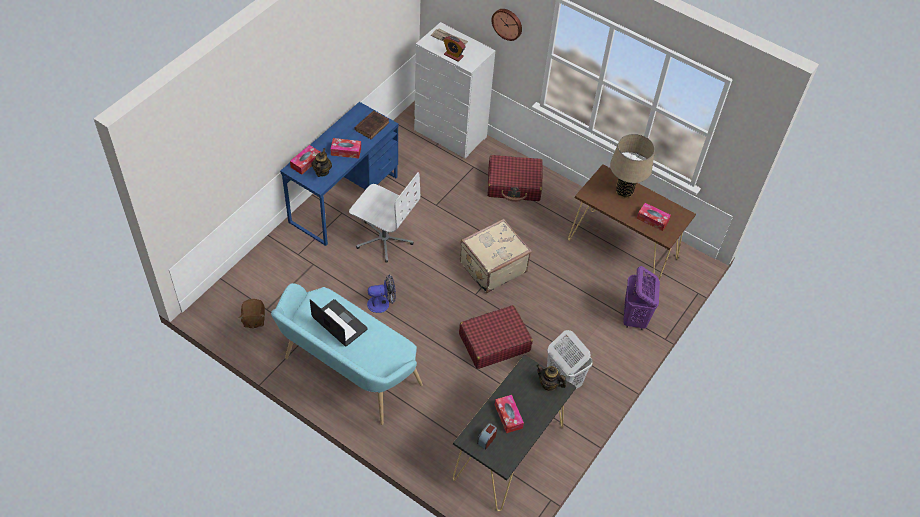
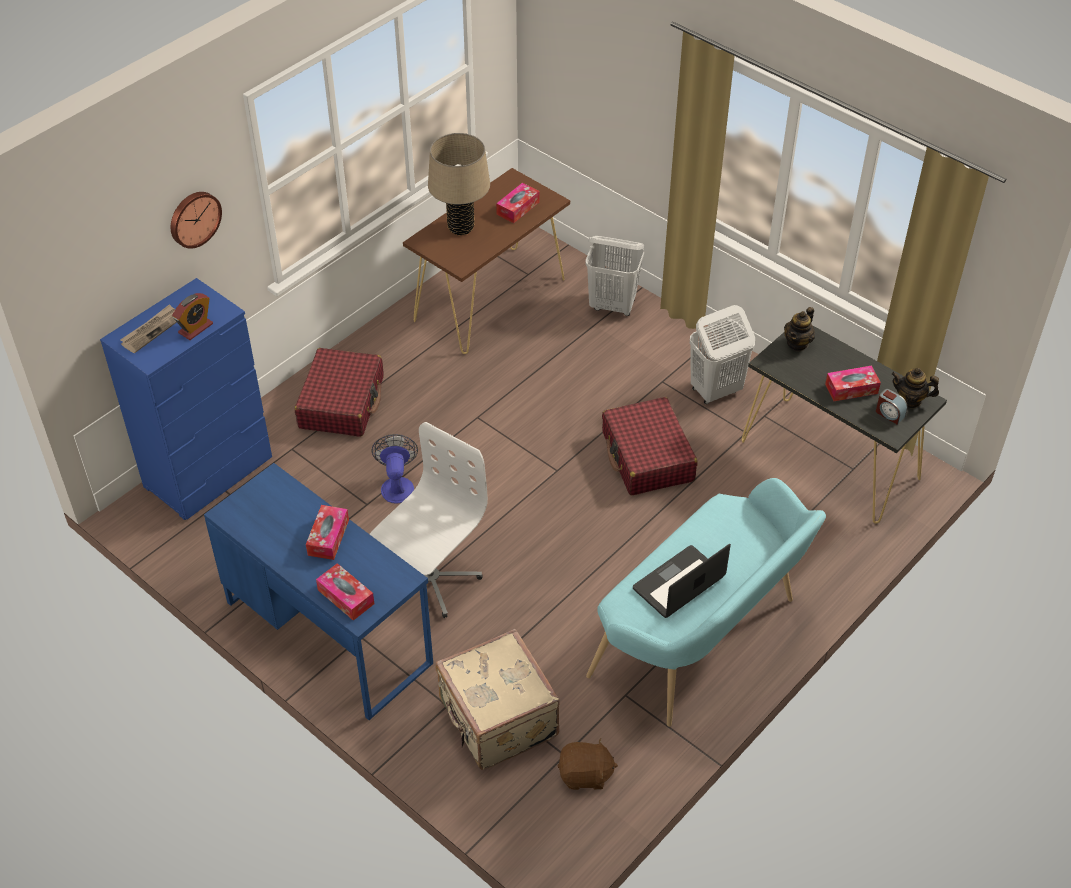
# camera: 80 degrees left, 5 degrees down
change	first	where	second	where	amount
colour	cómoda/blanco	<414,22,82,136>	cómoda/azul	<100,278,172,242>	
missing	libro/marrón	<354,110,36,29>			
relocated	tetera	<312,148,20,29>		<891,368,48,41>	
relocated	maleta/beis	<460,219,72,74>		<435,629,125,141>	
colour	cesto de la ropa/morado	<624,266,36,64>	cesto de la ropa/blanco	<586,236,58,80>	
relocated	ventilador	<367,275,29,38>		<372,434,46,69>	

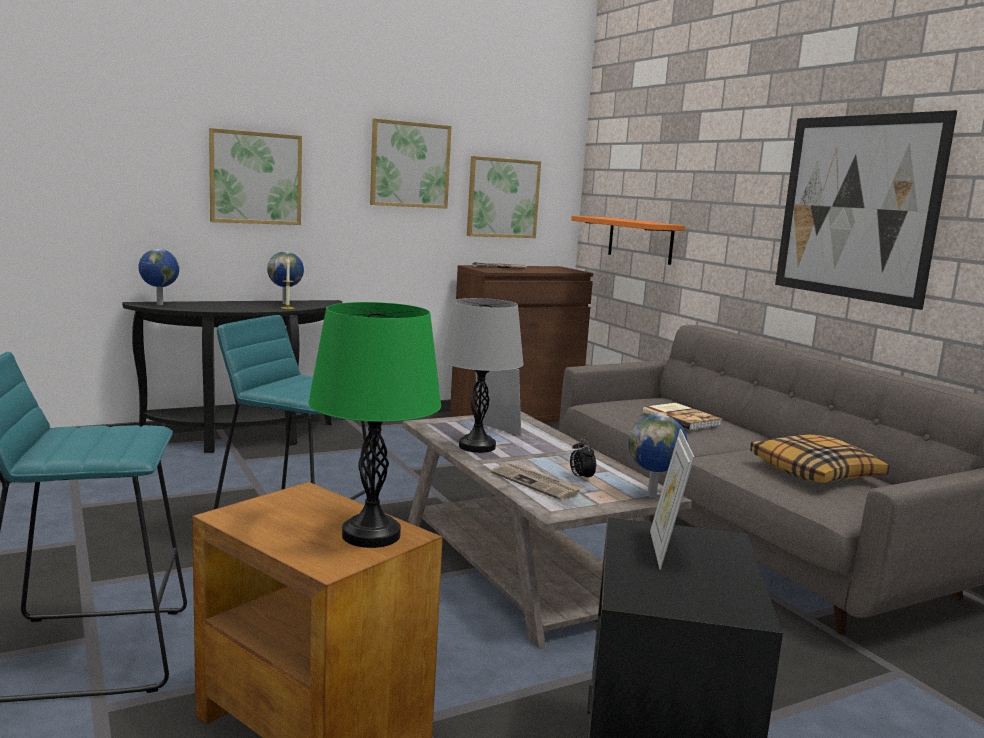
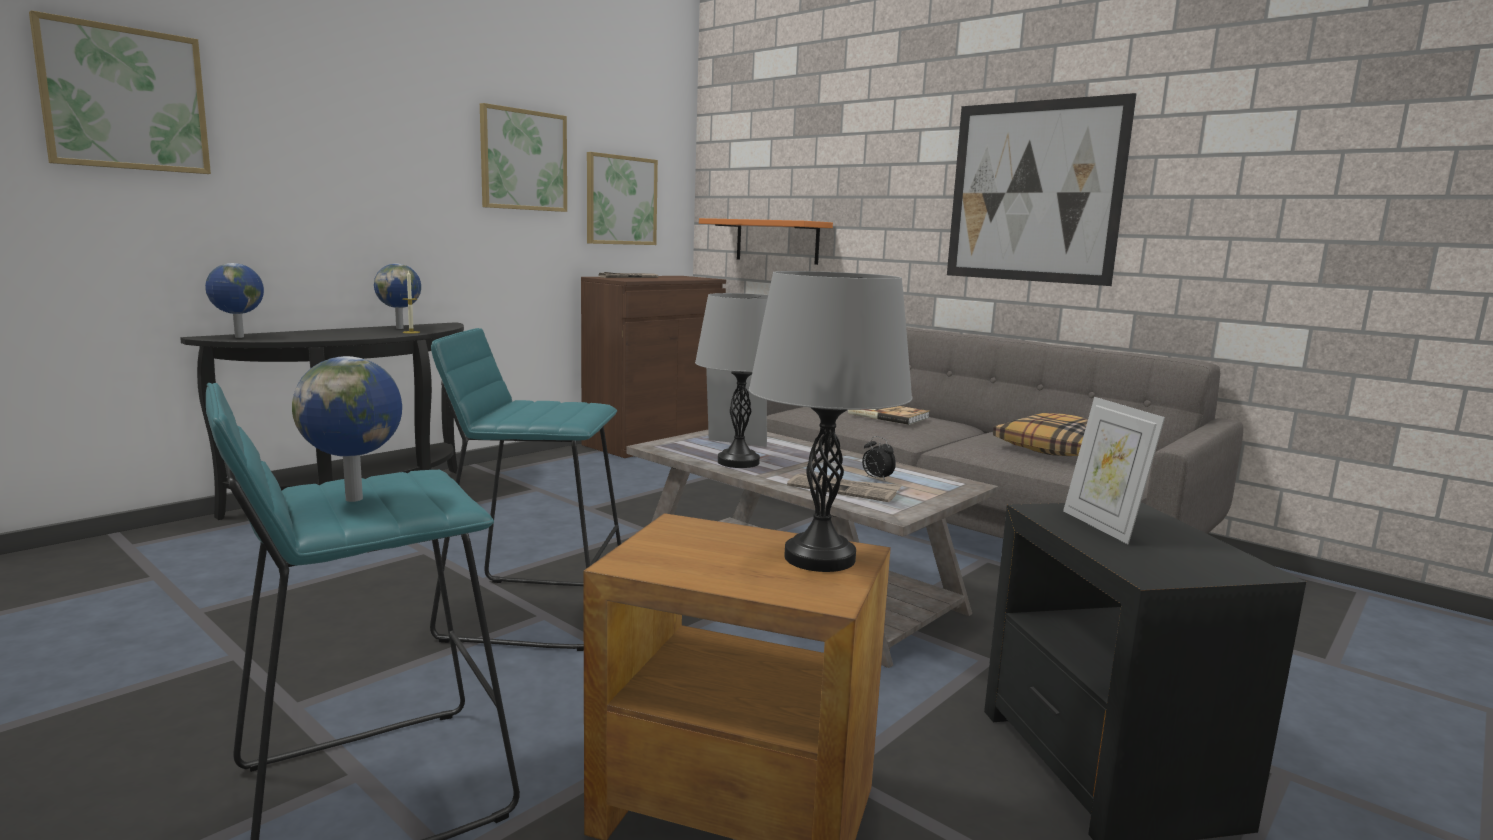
# camera: 20 degrees left, 0 degrees up
change	first	where	second	where	amount
relocated	cuadro	<209,128,93,97>		<29,10,182,164>	
colour	lámpara de mesa/verde	<308,302,133,246>	lámpara de mesa/gris	<749,271,163,301>	
relocated	globo terráqueo	<628,414,59,84>		<292,356,110,146>	

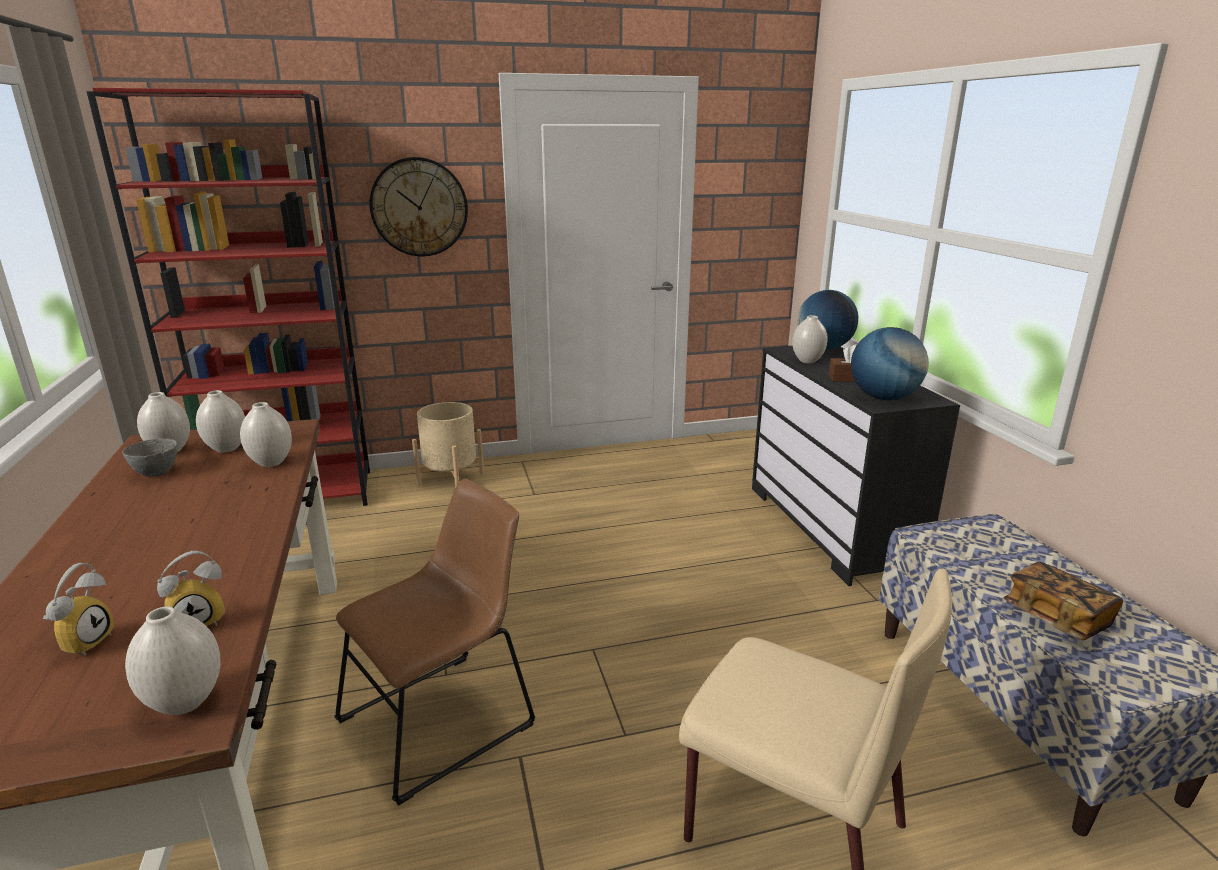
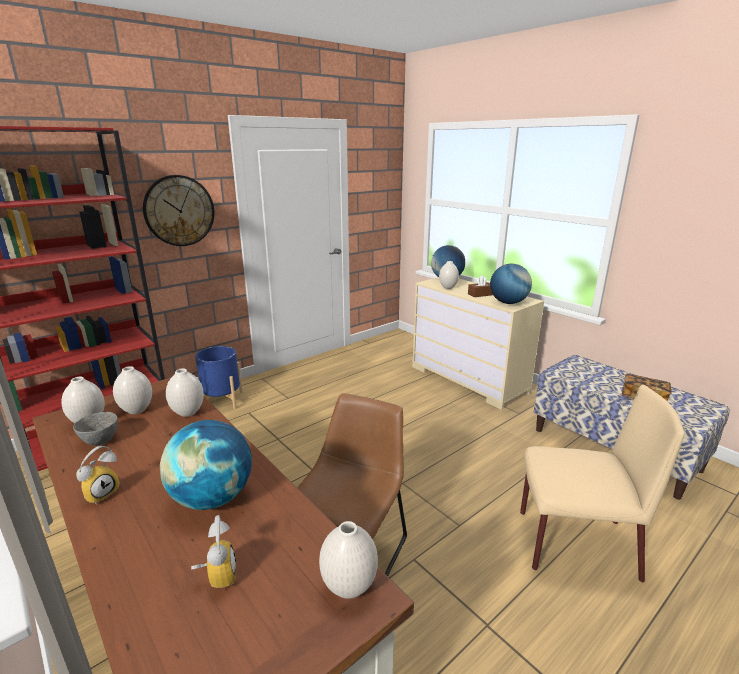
# camera: 25 degrees left, 0 degrees up
change	first	where	second	where	amount
colour	cómoda/negro	<752,346,208,240>	cómoda/beis	<413,277,131,133>	
colour	maceta/beis	<412,402,72,87>	maceta/azul	<195,346,48,63>	
relocated	despertador	<157,551,68,75>		<76,446,44,59>	
appeared			globo terráqueo	<160,420,92,90>	

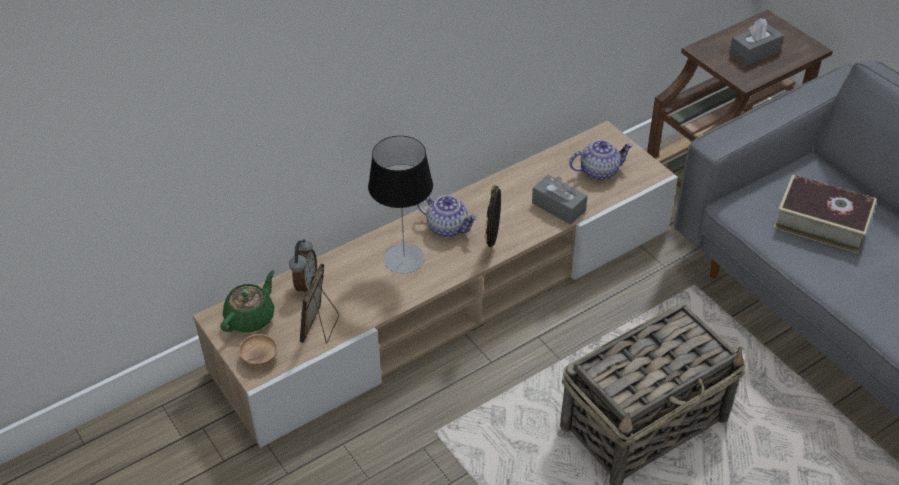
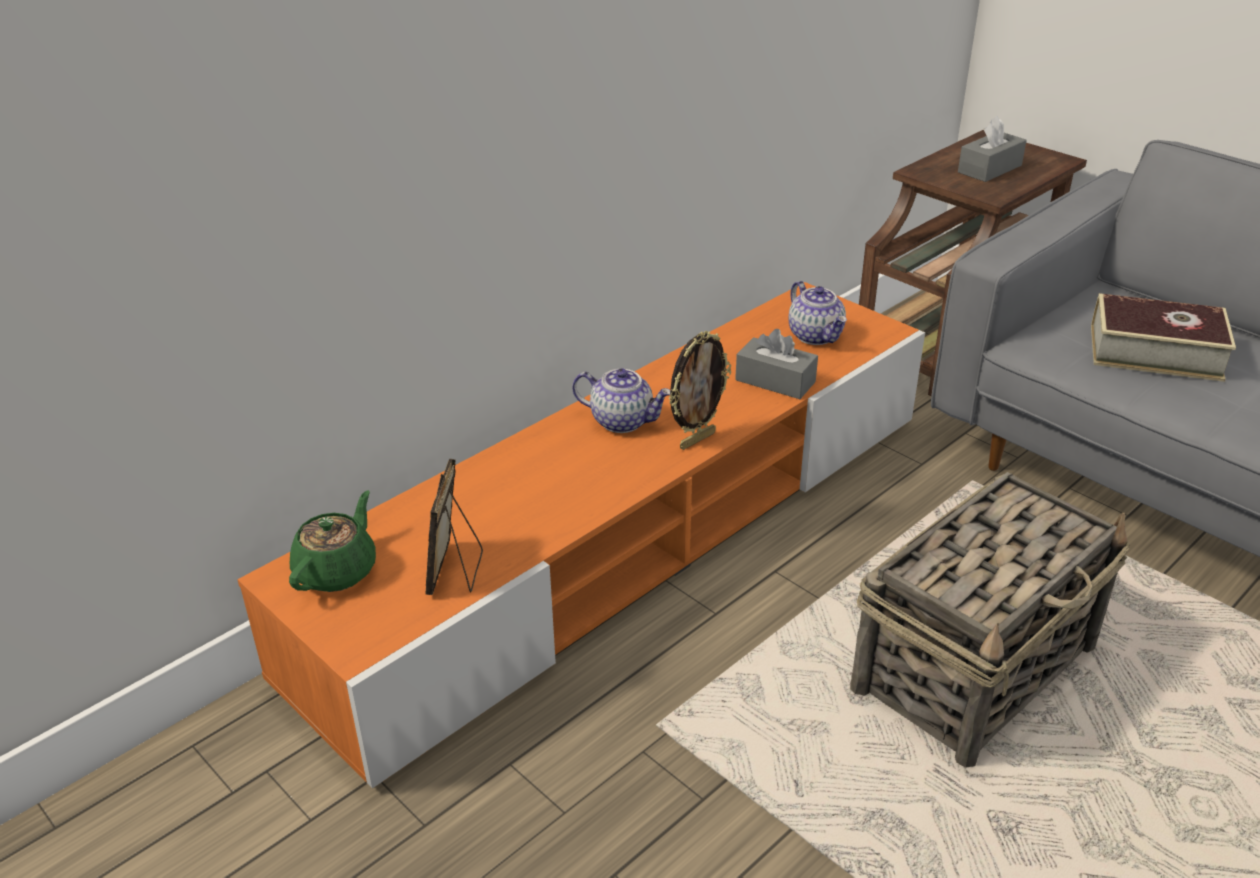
# camera: 10 degrees left, 10 degrees down
change	first	where	second	where	amount
colour	mueble de televisión/beis	<193,121,485,327>	mueble de televisión/naranja	<237,282,688,507>	
missing	lámpara de mesa	<368,136,65,138>			
spun	tetera	<569,140,64,40>		<788,281,59,64>	90 degrees clockwise
spun	portarretratos	<484,184,17,75>		<669,331,62,119>	135 degrees counterclockwise
missing	despertador	<289,239,28,56>			
missing	cuenco/marrón	<238,334,40,32>			

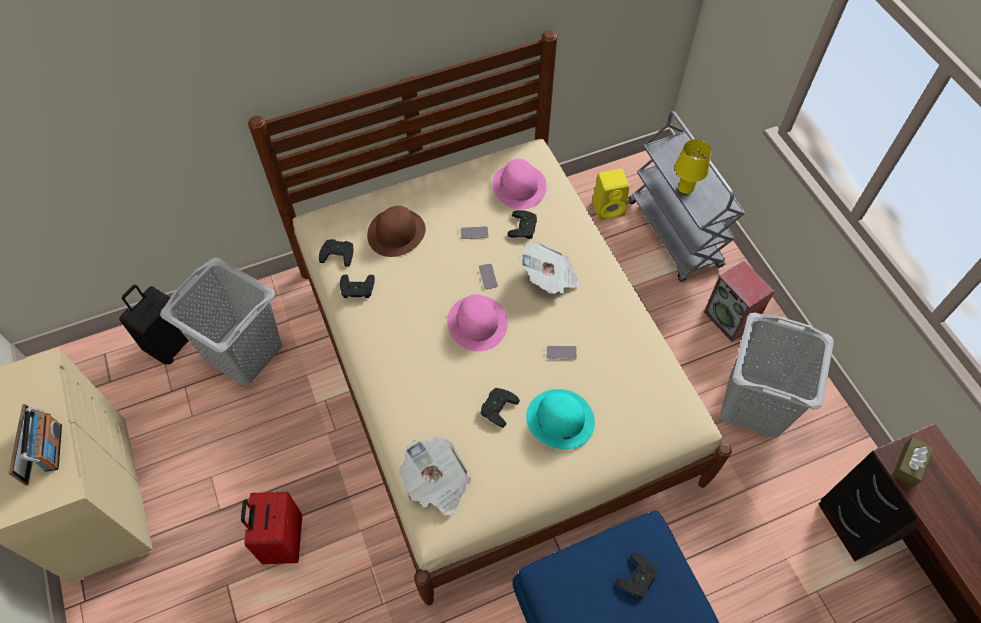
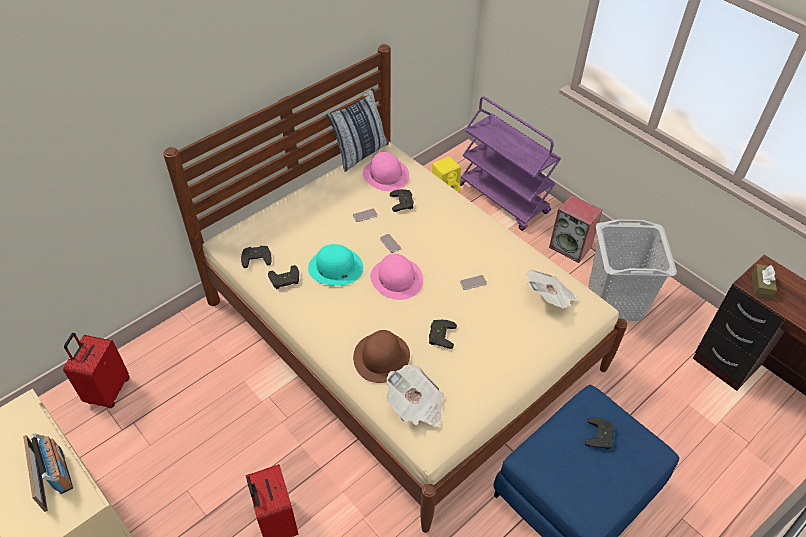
# camera: 20 degrees left, 10 degrees down
change	first	where	second	where	amount
colour	carrito/gris	<629,111,116,171>	carrito/morado	<460,96,101,135>	
missing	lámpara de mesa/amarillo	<675,139,36,56>			
relocated	sombrero/marrón	<367,206,59,51>		<353,330,57,53>	
relocated	periódico	<519,242,62,52>		<526,270,52,39>	
missing	cesto de la ropa/gris	<160,258,122,127>			
colour	maleta/negro	<119,284,70,81>	maleta/rojo	<63,333,67,75>	
relocated	sombrero/turquesa	<526,389,69,60>		<308,244,55,42>	
appeared			cojín	<326,87,63,85>	

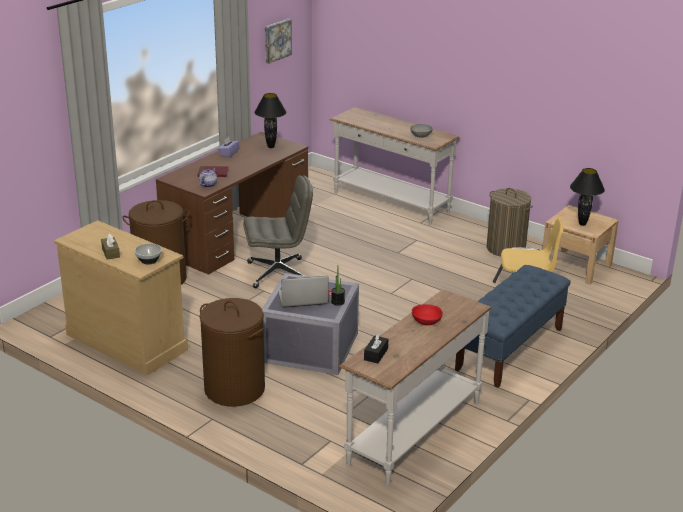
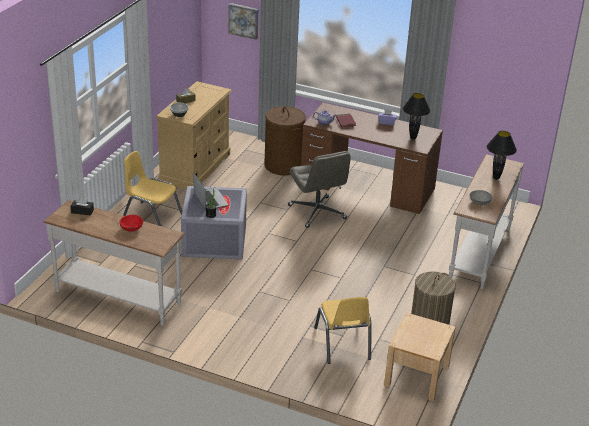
# camera: 75 degrees right, 5 degrees up
change	first	where	second	where	amount
relocated	cuadro	<265,19,27,45>		<228,3,30,37>	
relocated	lámpara de mesa/negro	<570,168,35,58>		<487,131,30,49>	
missing	banco/azul	<455,265,116,123>			
exchanged	cesto de la ropa/marrón	<199,298,66,109>	silla/amarillo	<123,151,59,75>	

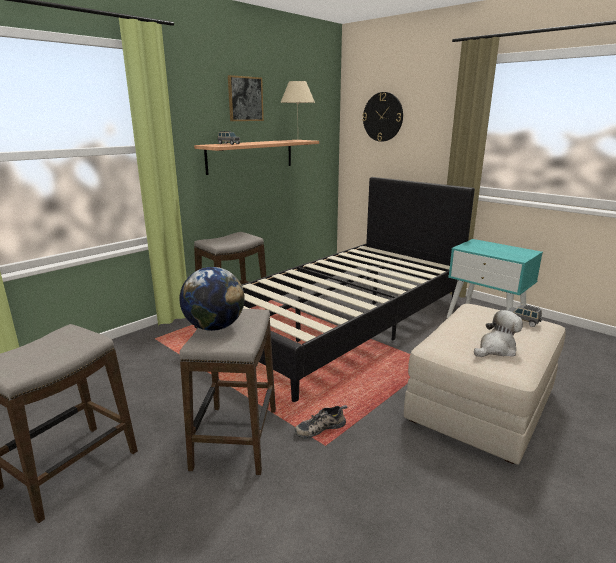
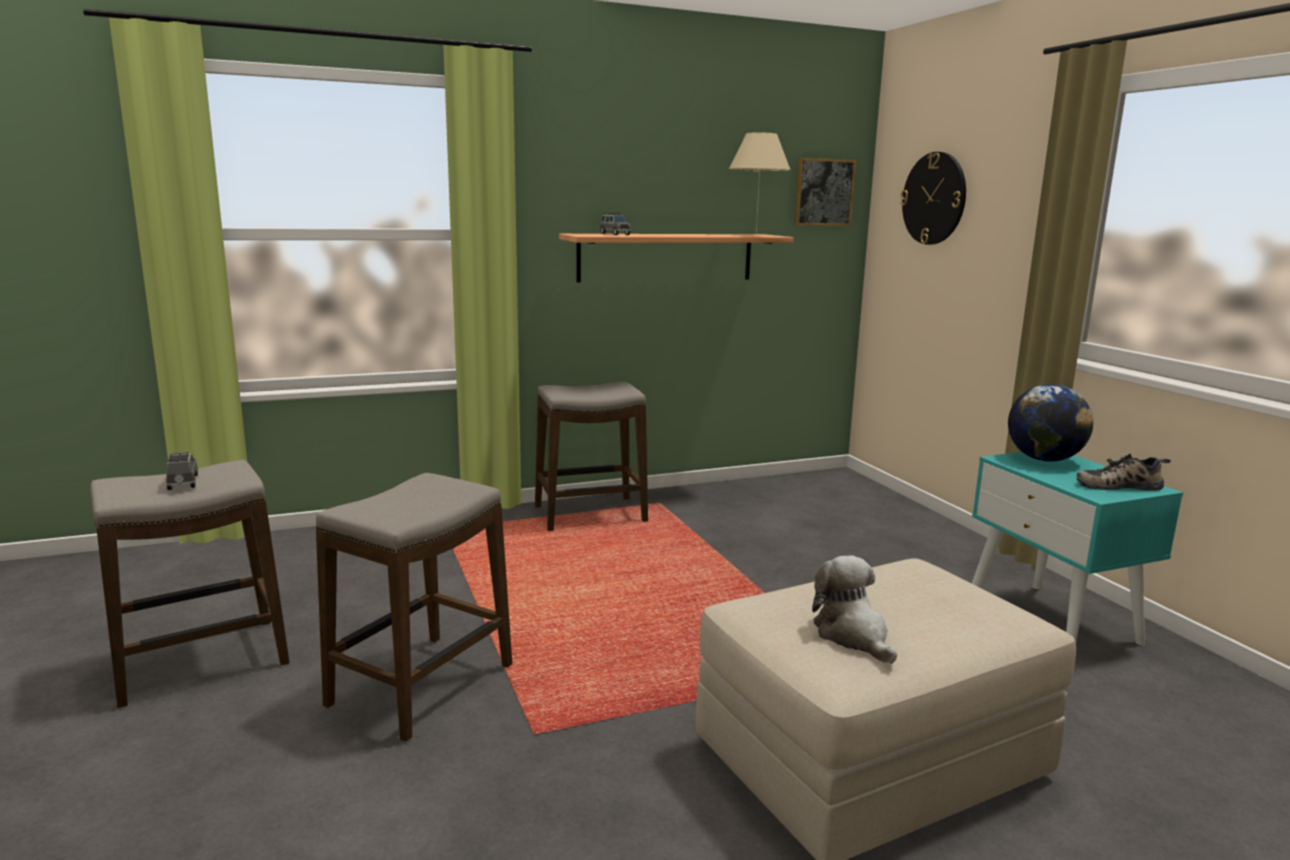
# camera: 25 degrees right, 5 degrees down
change	first	where	second	where	amount
relocated	cuadro	<228,75,36,46>		<794,158,62,68>	
missing	cama/negro	<194,177,281,225>			
relocated	globo terráqueo	<179,267,66,64>		<1008,384,85,78>	
relocated	coche de juguete/gris	<507,304,36,23>		<166,452,32,38>	
spun	peluche	<474,310,49,47>		<812,556,85,108>	105 degrees counterclockwise
relocated	zapato	<295,405,53,34>		<1077,454,94,37>	

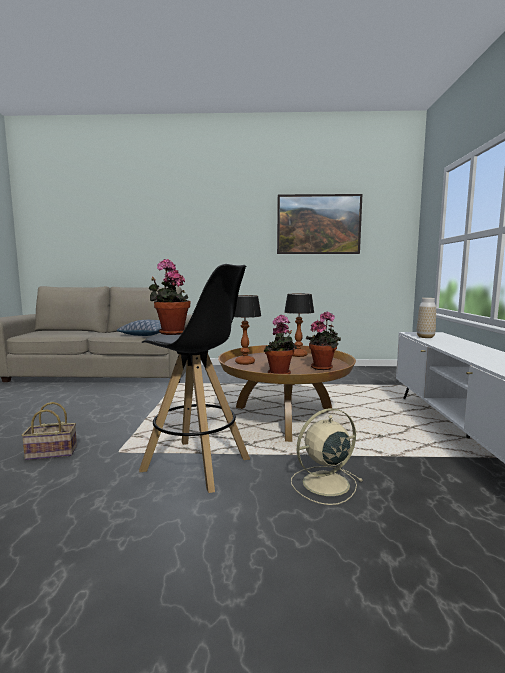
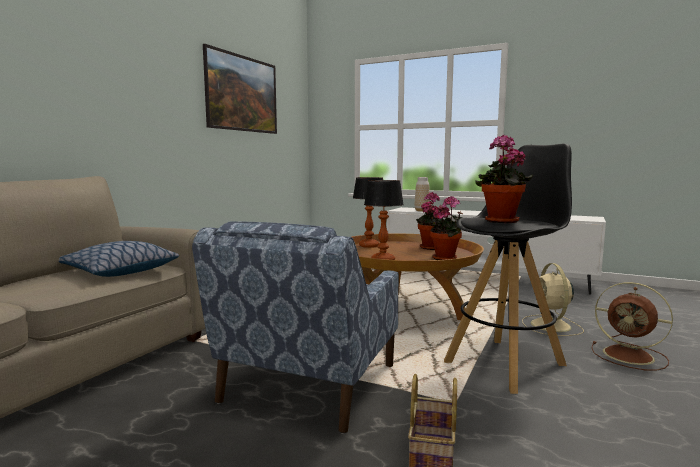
# camera: 65 degrees left, 0 degrees up
change	first	where	second	where	amount
appeared			sillón/azul	<192,221,207,213>	
appeared			ventilador/marrón	<591,282,82,89>	

